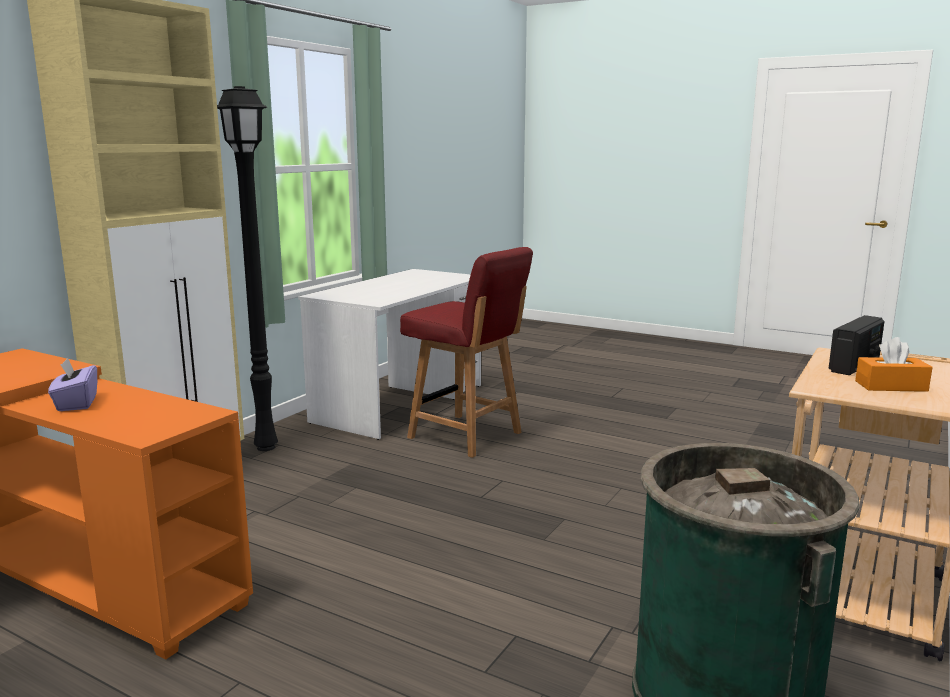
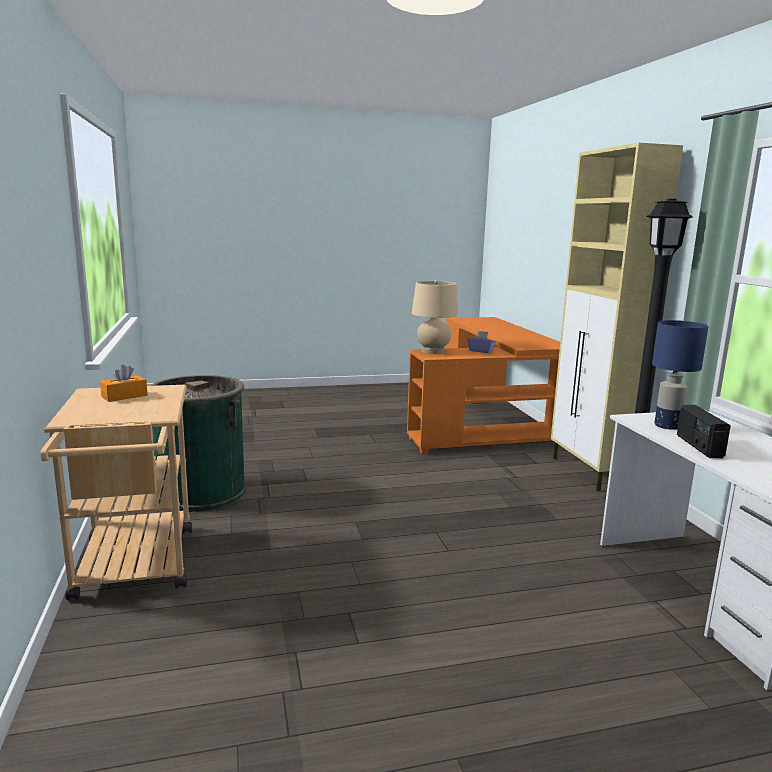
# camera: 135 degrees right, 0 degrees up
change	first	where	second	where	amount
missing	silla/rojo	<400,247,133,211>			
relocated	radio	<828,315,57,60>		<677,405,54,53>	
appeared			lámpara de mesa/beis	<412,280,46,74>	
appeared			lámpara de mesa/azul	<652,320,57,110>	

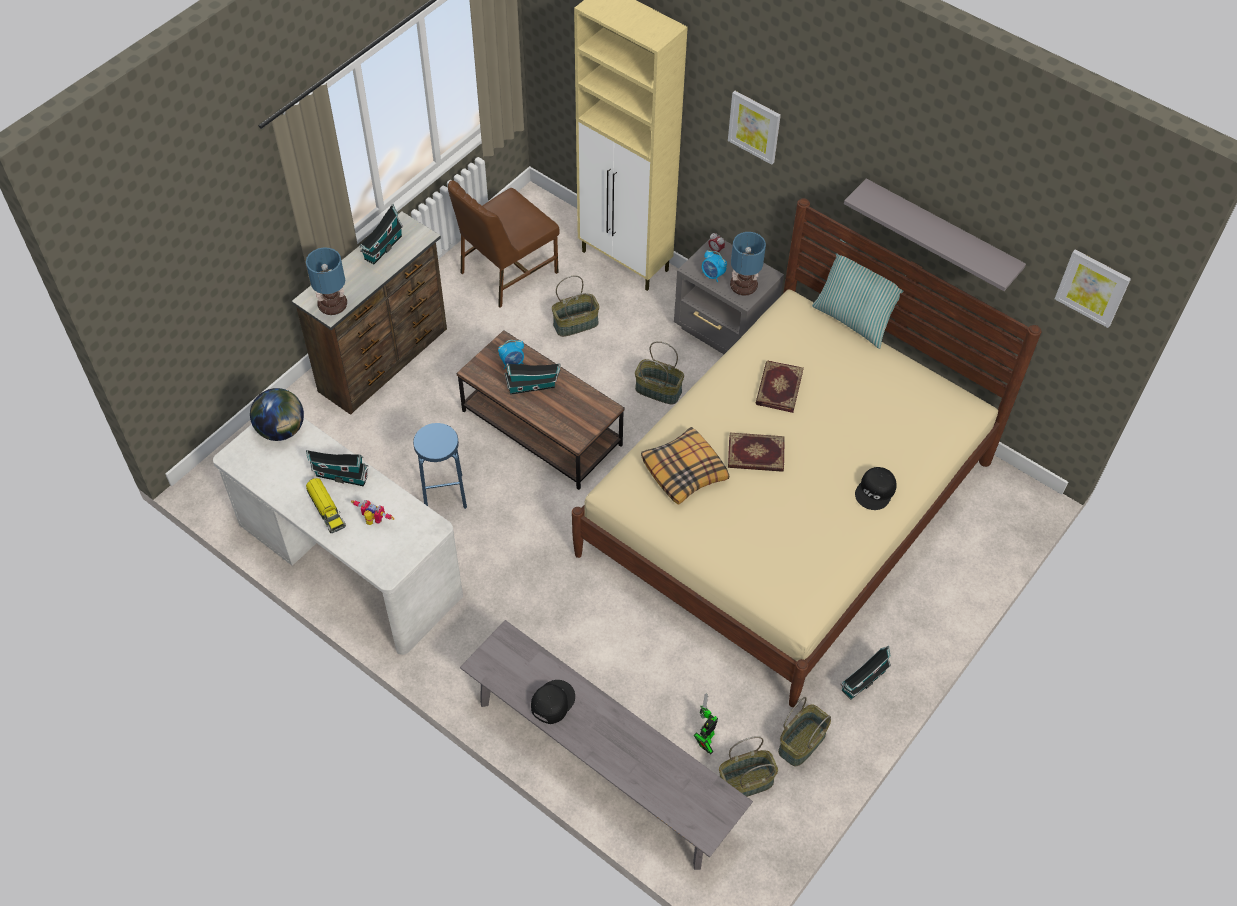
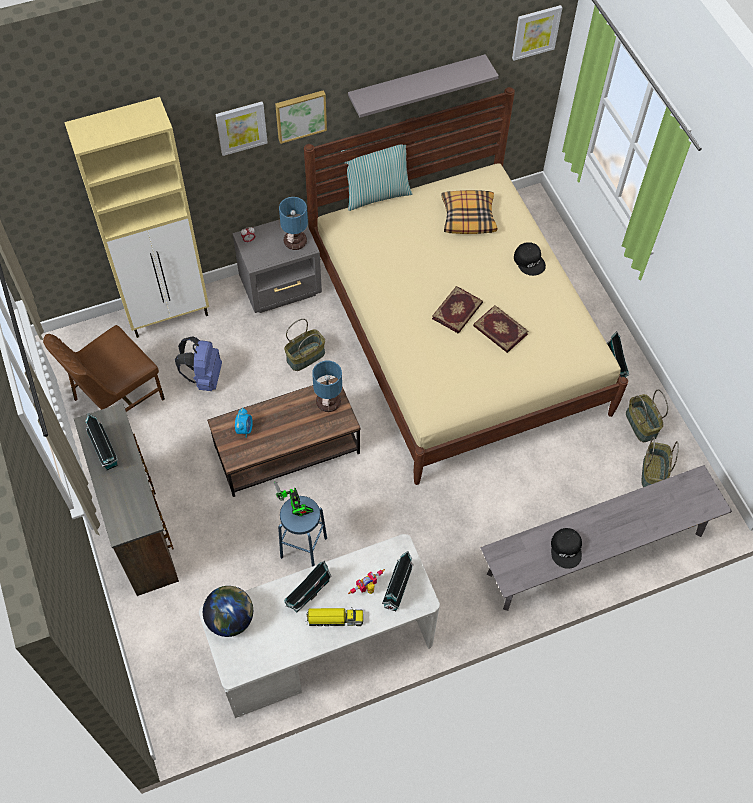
# camera: 60 degrees left, 5 degrees up
change	first	where	second	where	amount
spun	silla/marrón	<448,180,112,127>		<43,325,122,87>	60 degrees clockwise
relocated	lámpara de mesa	<306,248,41,67>		<312,361,30,51>	
missing	despertador	<702,250,25,32>			
exchanged	cesta	<552,275,48,62>	mochila/azul	<175,336,47,55>	
relocated	libro	<756,361,48,52>		<473,305,56,48>	
relocated	casita	<504,363,57,32>		<382,551,31,60>	
relocated	cojín	<641,427,88,78>		<441,190,56,44>	
spun	gorra/negro	<531,680,44,44>		<551,528,31,41>	150 degrees counterclockwise
relocated	robot de juguete	<694,693,24,62>		<274,481,40,35>	
appeared			cuadro	<275,90,52,54>	

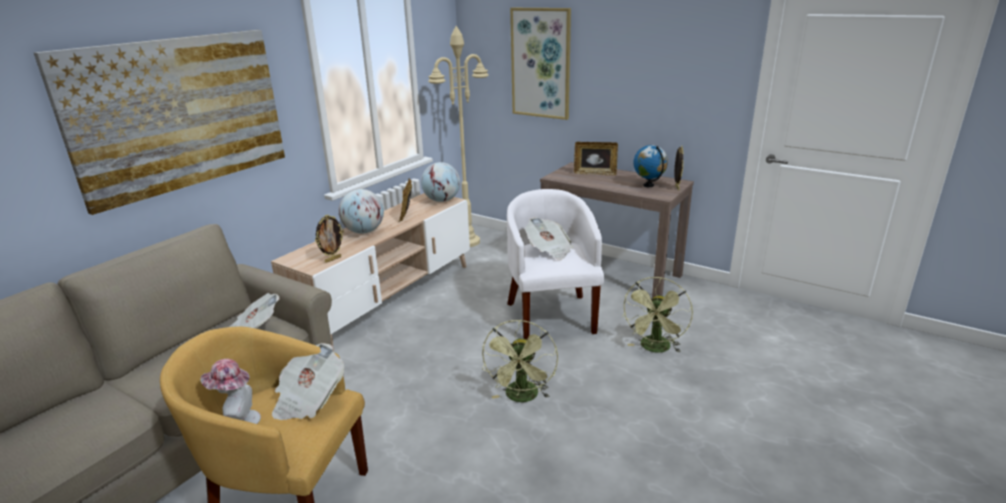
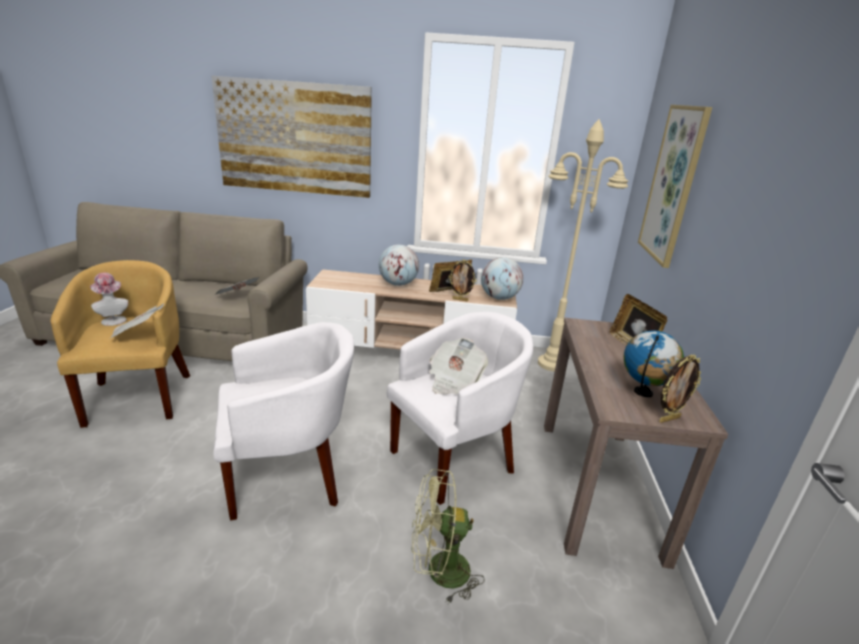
# camera: 60 degrees right, 0 degrees up
change	first	where	second	where	amount
relocated	portarretratos	<315,215,29,48>		<449,259,27,42>	
exchanged	ventilador/verde	<482,320,76,82>	sillón/blanco	<213,322,141,198>	

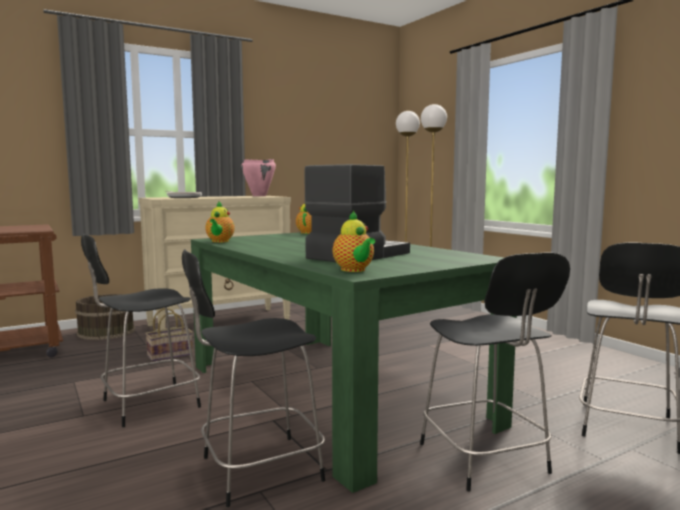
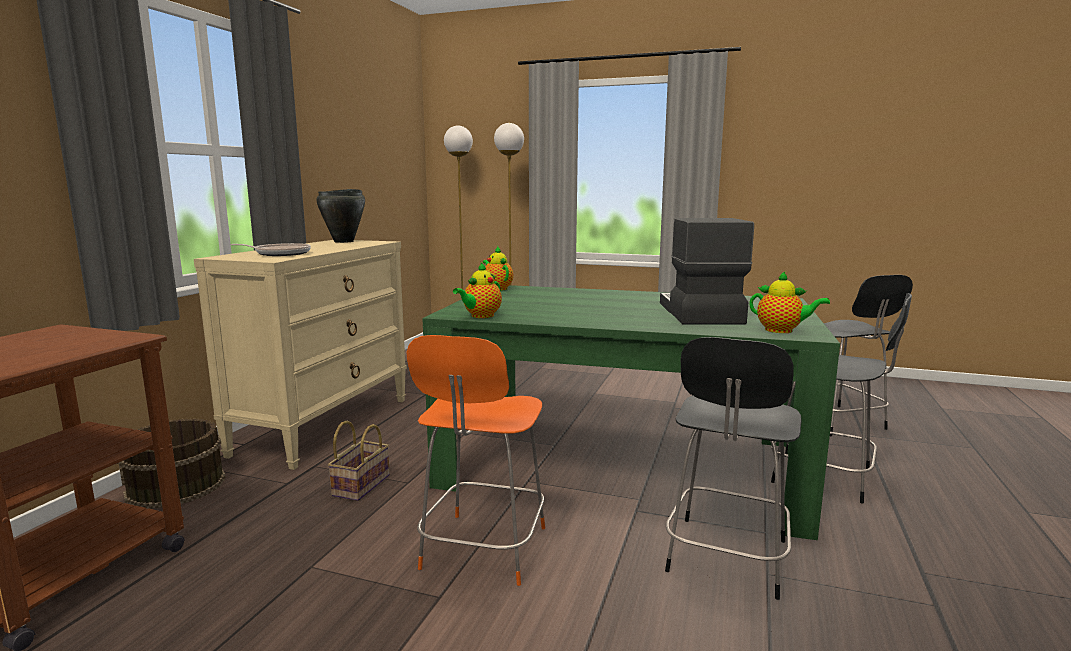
# camera: 40 degrees left, 5 degrees up
change	first	where	second	where	amount
colour	olla/rosa	<241,159,35,37>	olla/negro	<316,189,49,54>	
spun	tetera	<205,201,30,41>		<453,263,49,55>	75 degrees clockwise
colour	silla/negro	<81,234,120,193>	silla/naranja	<407,335,138,251>	

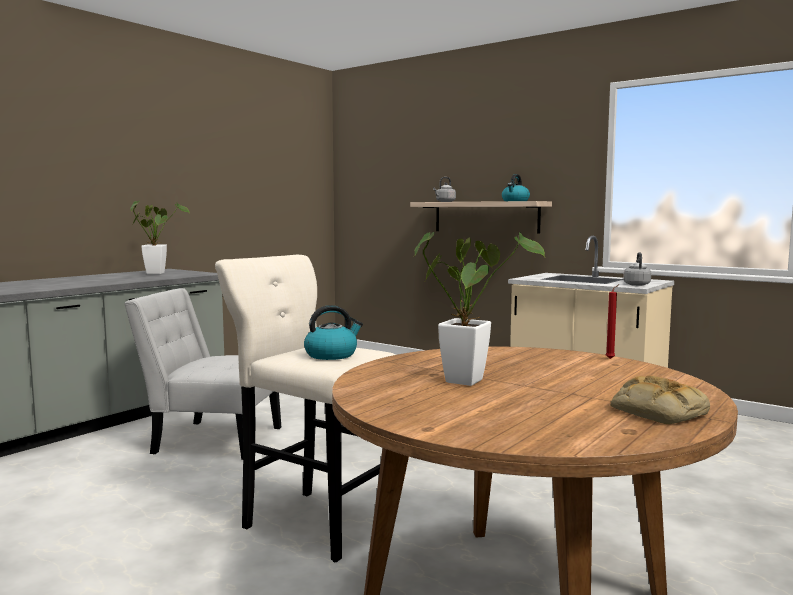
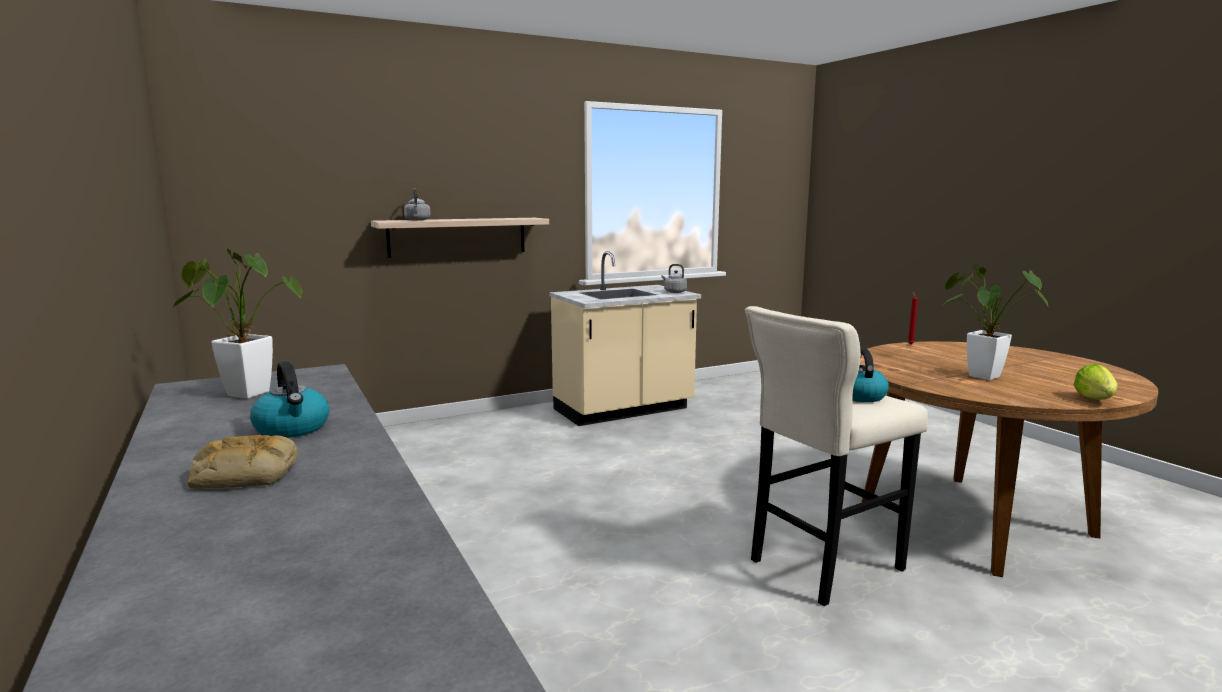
# camera: 65 degrees left, 5 degrees up
change	first	where	second	where	amount
relocated	hervidor	<502,174,28,27>		<250,361,79,77>	
missing	silla/blanco	<124,288,157,172>			
relocated	pan	<610,375,100,49>		<188,435,110,54>	
appeared			lechuga	<1074,364,44,36>	

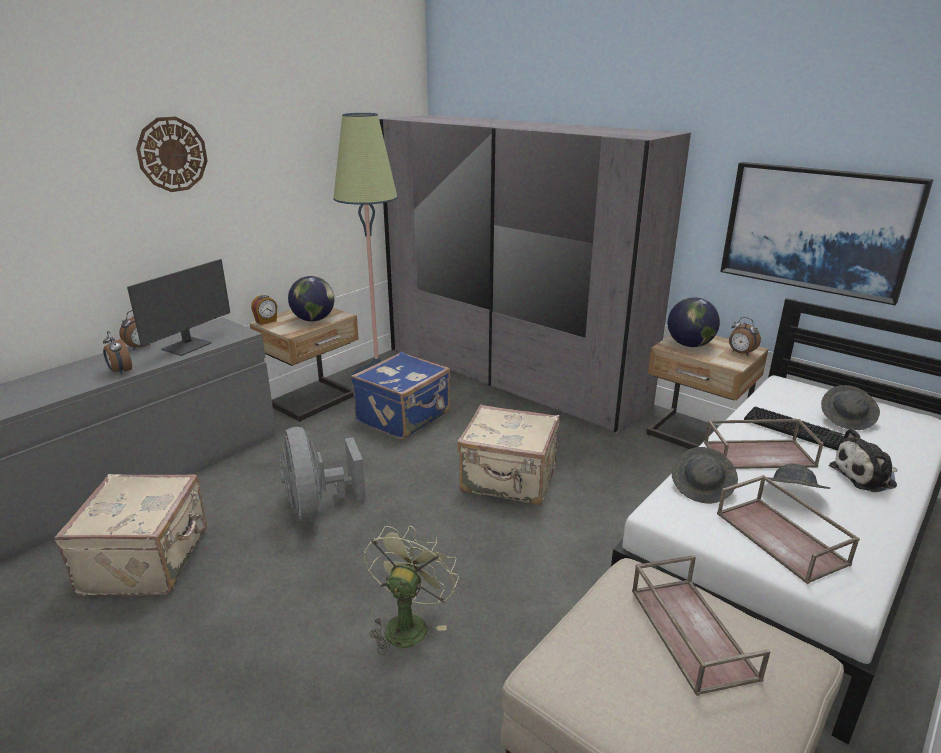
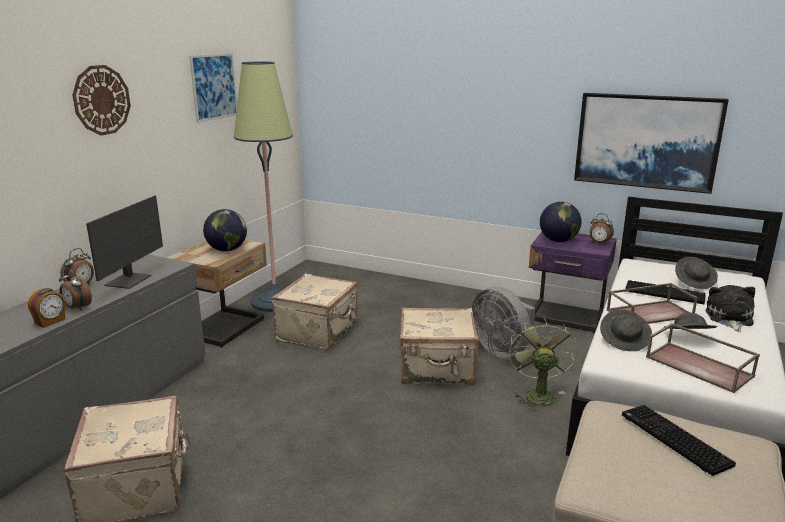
# camera: 15 degrees left, 5 degrees down
change	first	where	second	where	amount
missing	armario ropero/gris	<379,115,312,320>			
relocated	despertador	<251,295,26,30>		<28,288,37,40>	
colour	mesita de noche/beis	<646,335,122,114>	mesita de noche/morado	<529,232,88,101>	
colour	maleta/azul	<351,352,99,88>	maleta/beis	<271,274,87,76>	
relocated	ventilador/gris	<280,427,86,94>		<472,286,63,72>	
spun	peluche	<829,428,69,64>		<705,285,50,47>	135 degrees clockwise
relocated	ventilador/verde	<364,525,95,130>		<509,319,69,92>	
exchanged	bandeja/marrón	<632,555,138,141>	teclado	<622,405,114,71>	
appeared			cuadro	<189,53,48,70>	

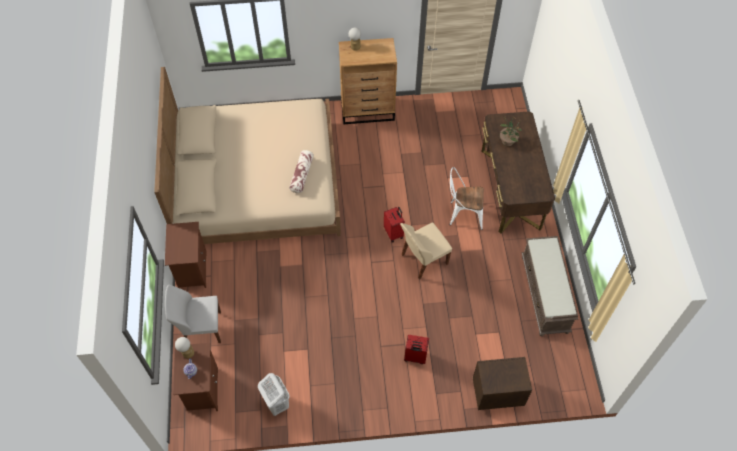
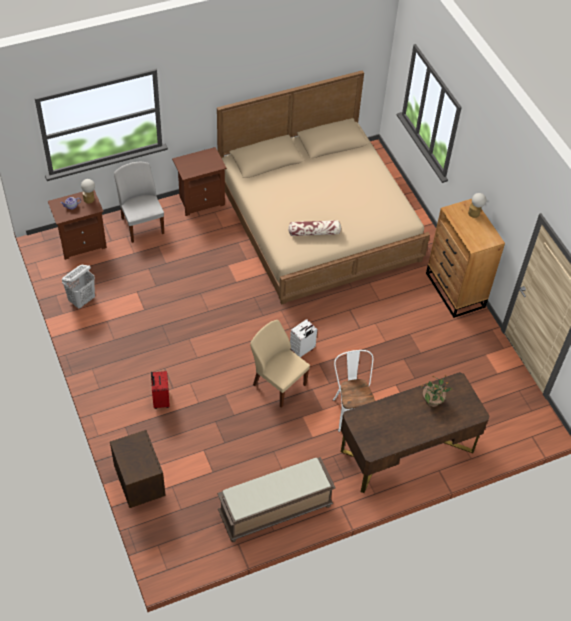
# camera: 70 degrees right, 5 degrees down
change	first	where	second	where	amount
colour	maleta/rojo	<384,207,21,36>	maleta/blanco	<290,319,27,39>	

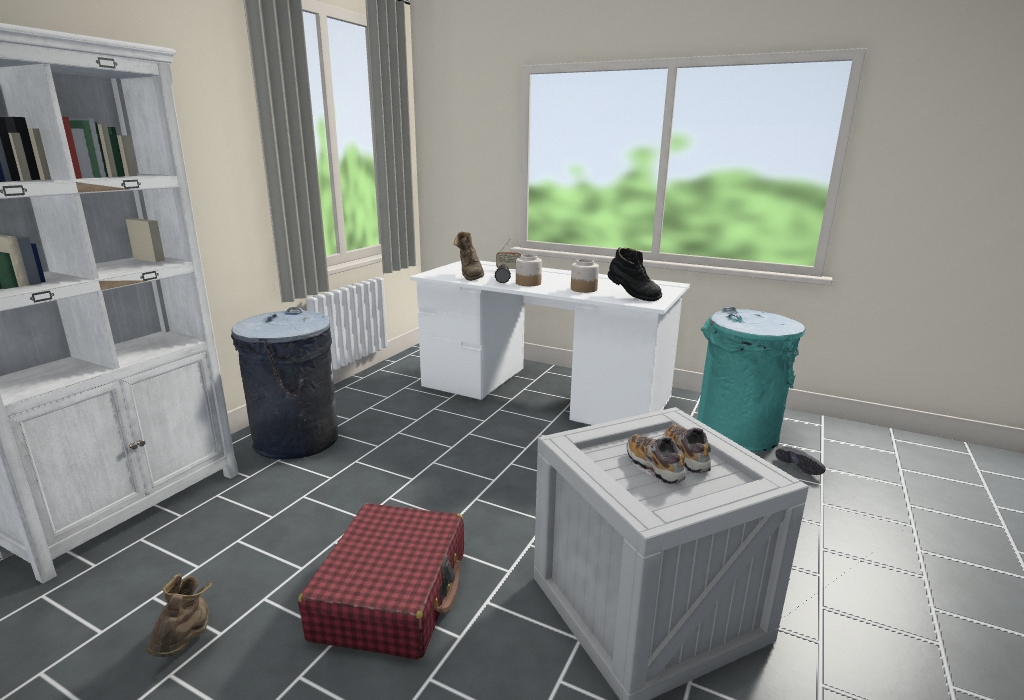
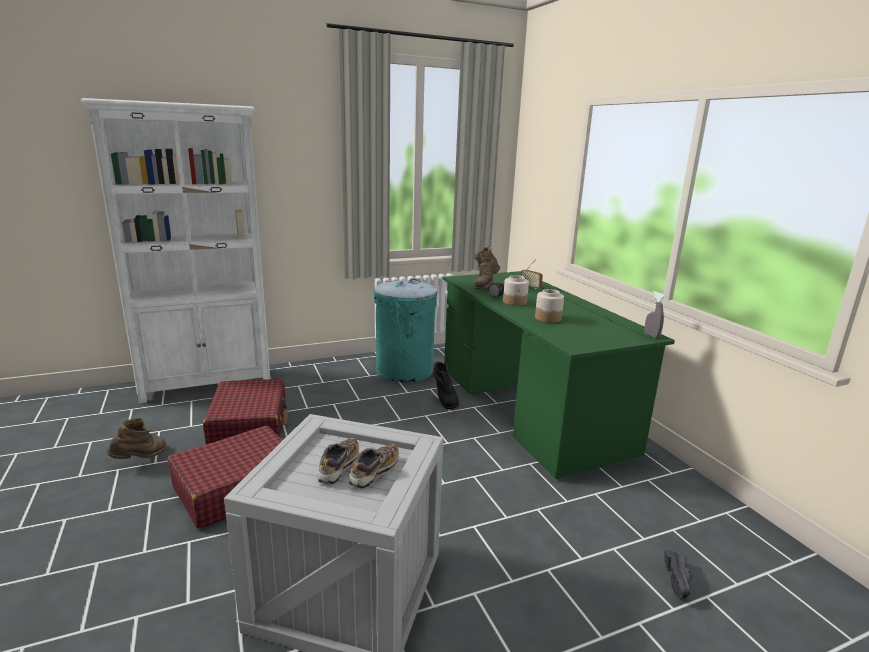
# camera: 40 degrees right, 0 degrees up
change	first	where	second	where	amount
relocated	bota/negro	<608,247,54,54>		<432,361,27,49>	
colour	escritorio/blanco	<410,260,280,165>	escritorio/verde	<443,271,232,208>	
relocated	papelera/turquesa	<697,306,109,146>		<373,278,64,105>	
missing	papelera/gris	<231,307,107,153>			
appeared			pulverizador/gris	<644,291,21,48>	
appeared			maleta/rojo	<203,379,85,65>	

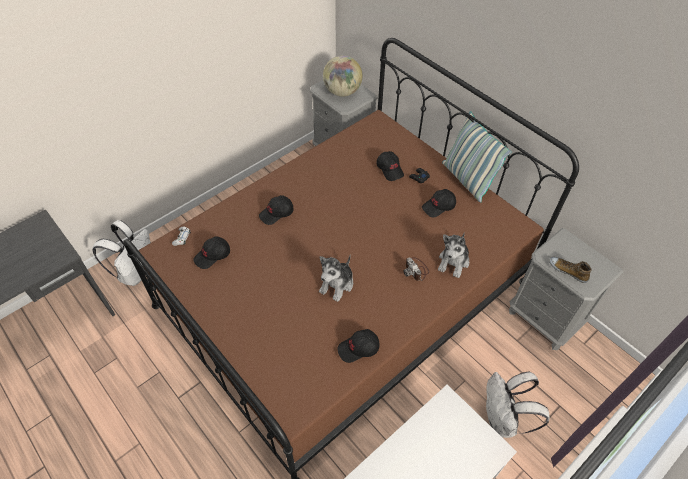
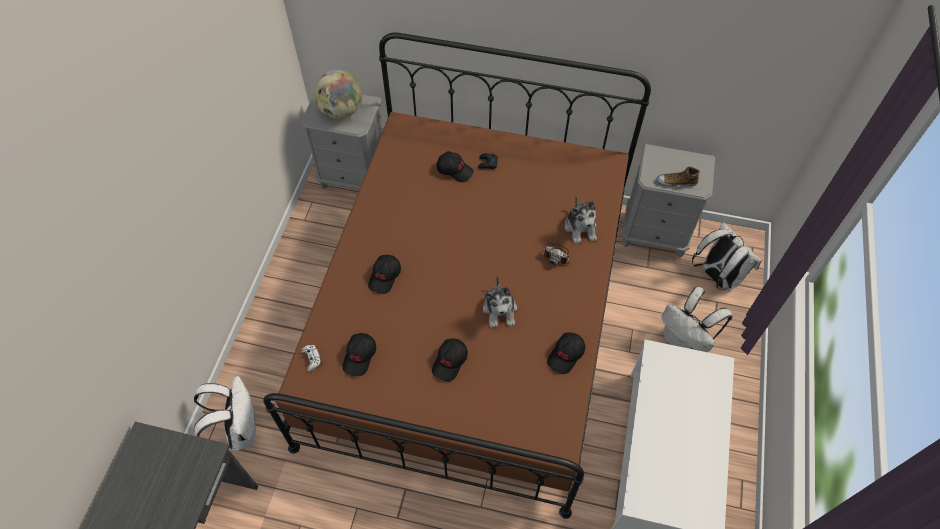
# camera: 35 degrees left, 5 degrees up
change	first	where	second	where	amount
missing	cojín	<442,111,70,91>			
relocated	gorra/negro	<422,189,34,28>		<432,338,36,44>	
appeared			mochila/blanco	<692,222,70,69>	

